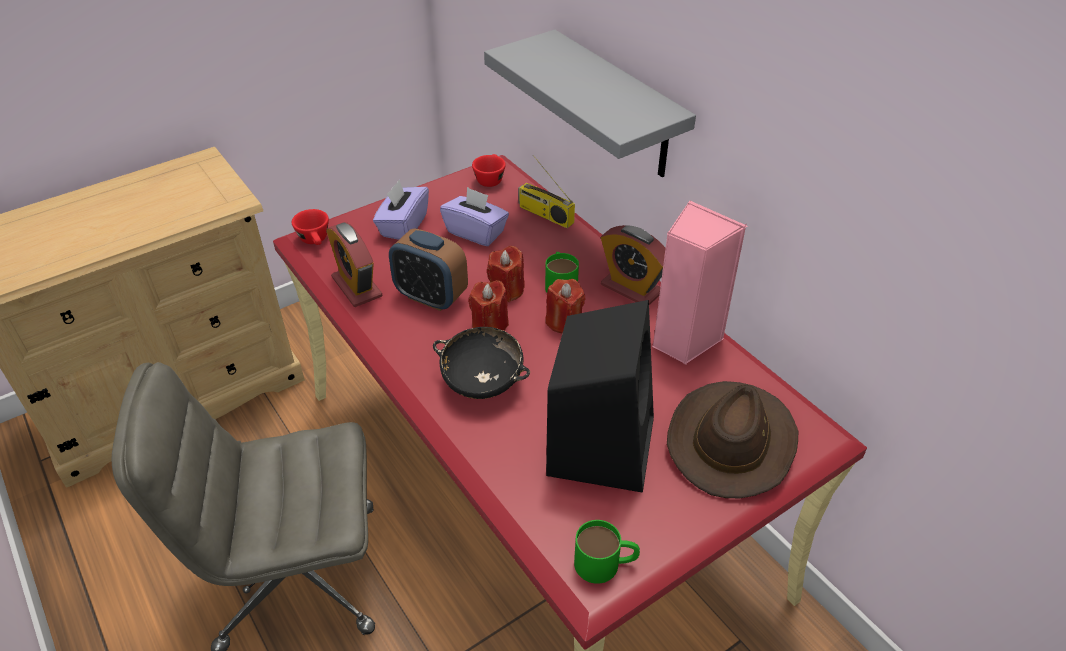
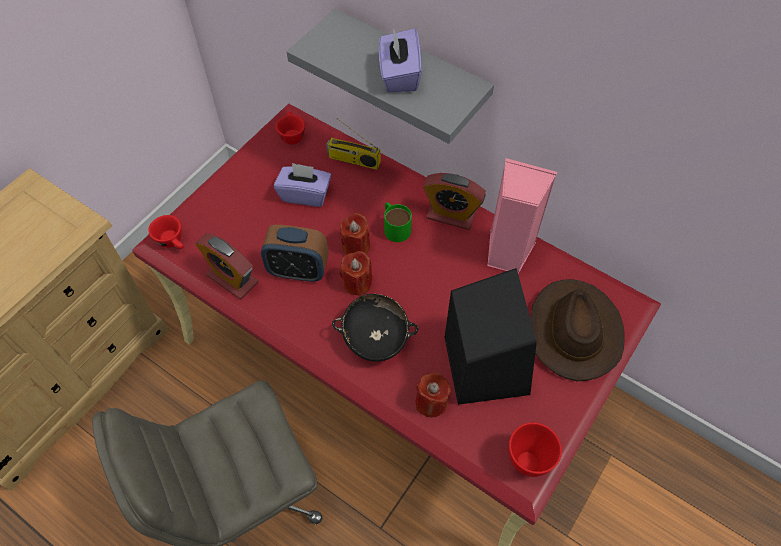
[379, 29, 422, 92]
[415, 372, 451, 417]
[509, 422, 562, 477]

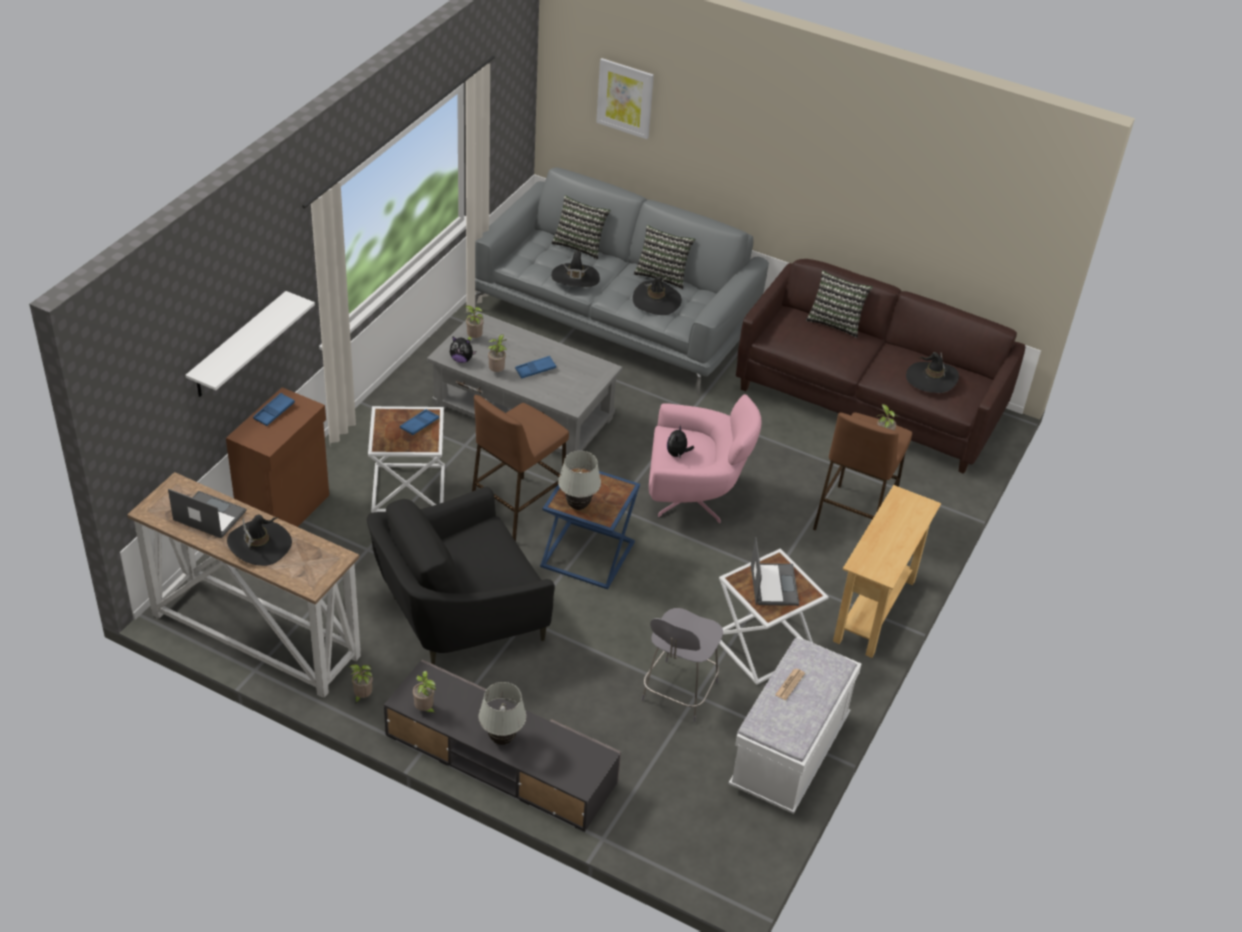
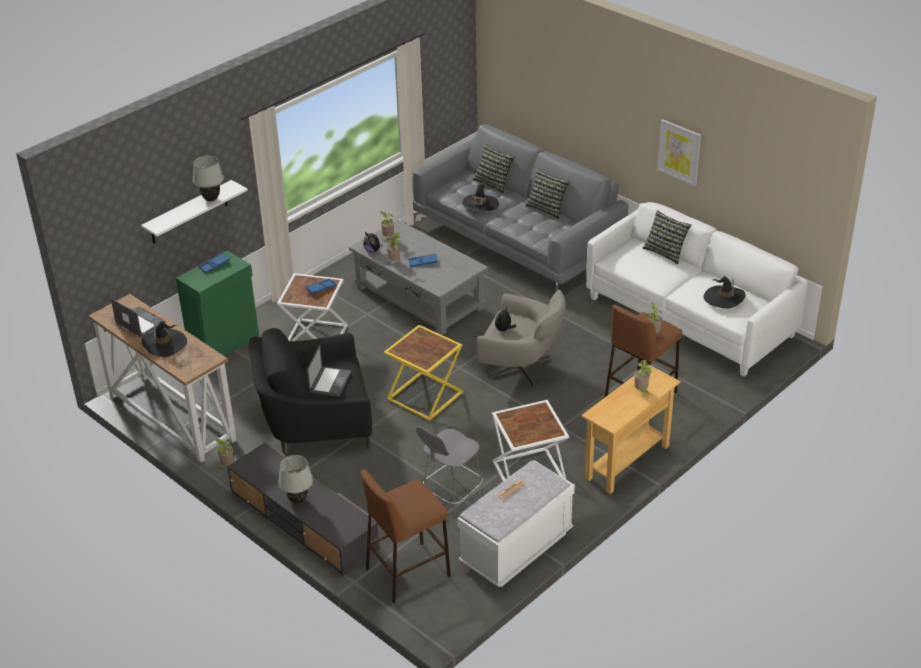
[657, 119, 701, 186]
[586, 202, 809, 377]
[633, 276, 682, 315] (first image)
[176, 250, 259, 356]
[477, 290, 566, 388]
[361, 469, 451, 604]
[193, 156, 224, 202]
[384, 325, 463, 421]
[307, 345, 351, 397]
[634, 360, 651, 395]

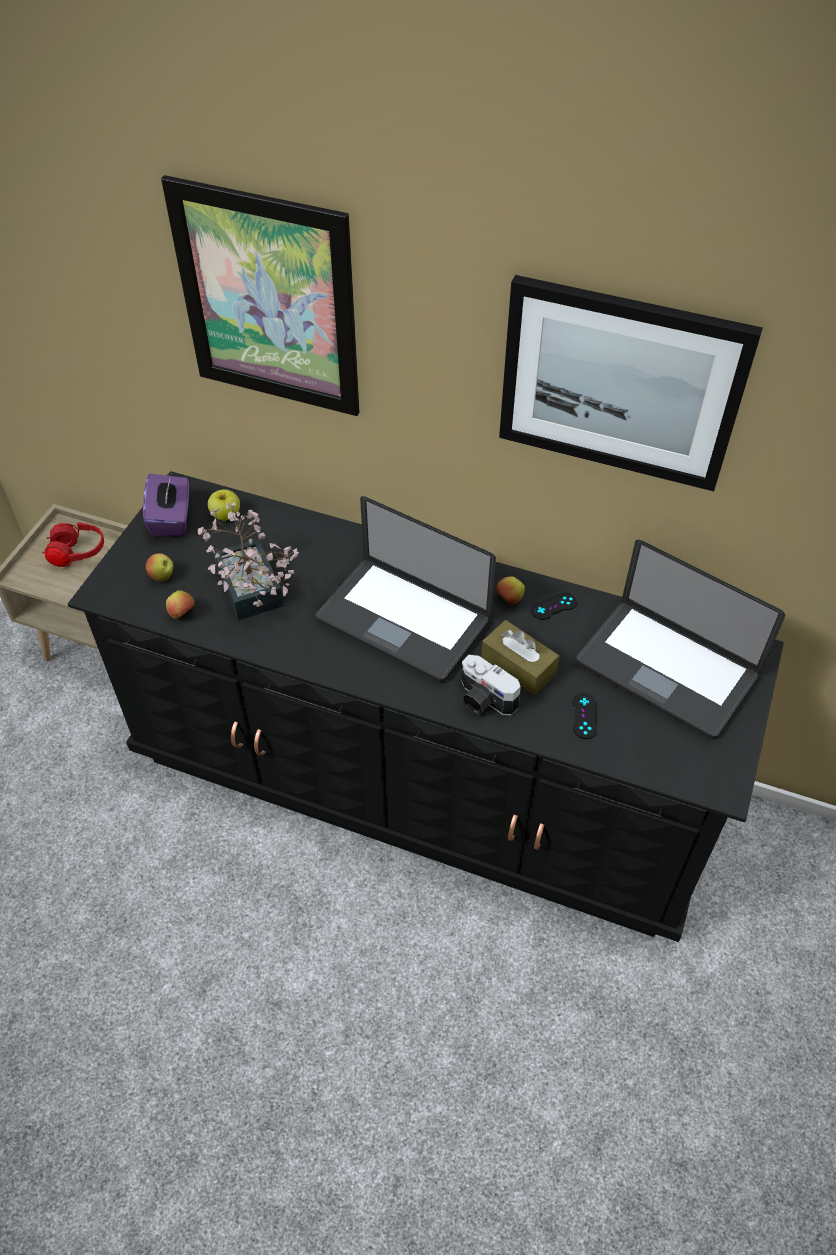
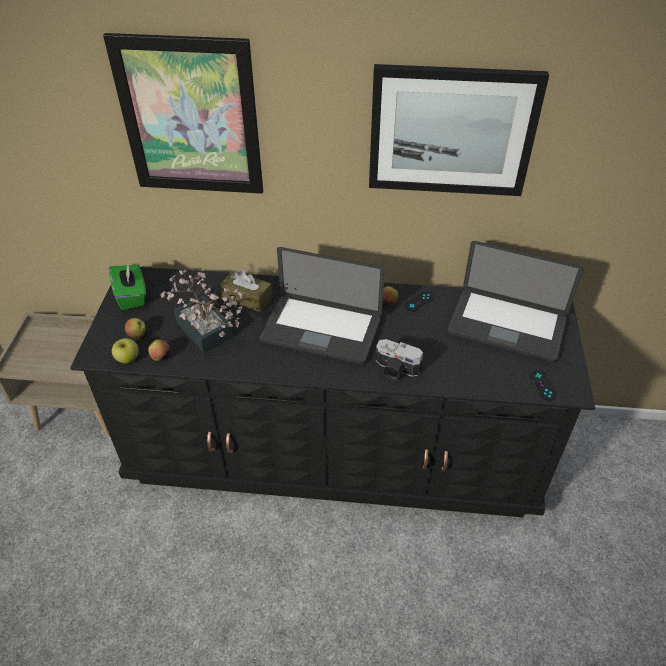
[109, 265, 146, 310]
[112, 338, 139, 363]
[42, 522, 104, 567] (first image)
[220, 270, 273, 313]
[530, 370, 557, 401]

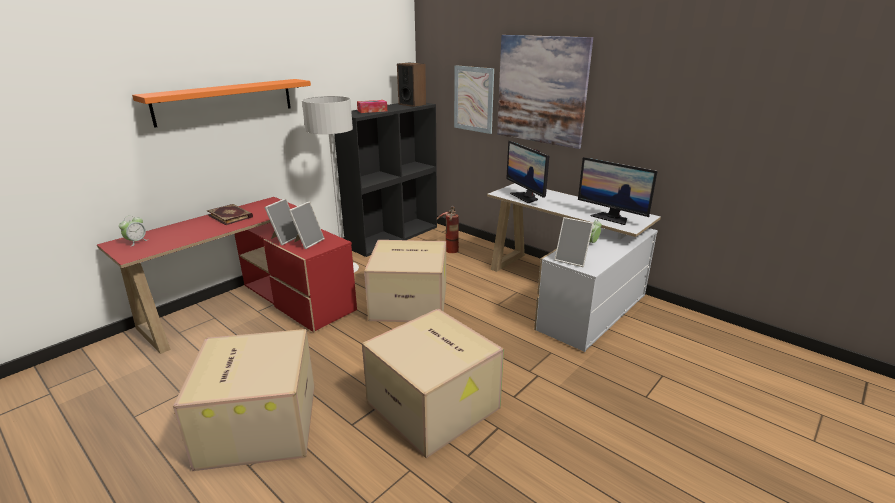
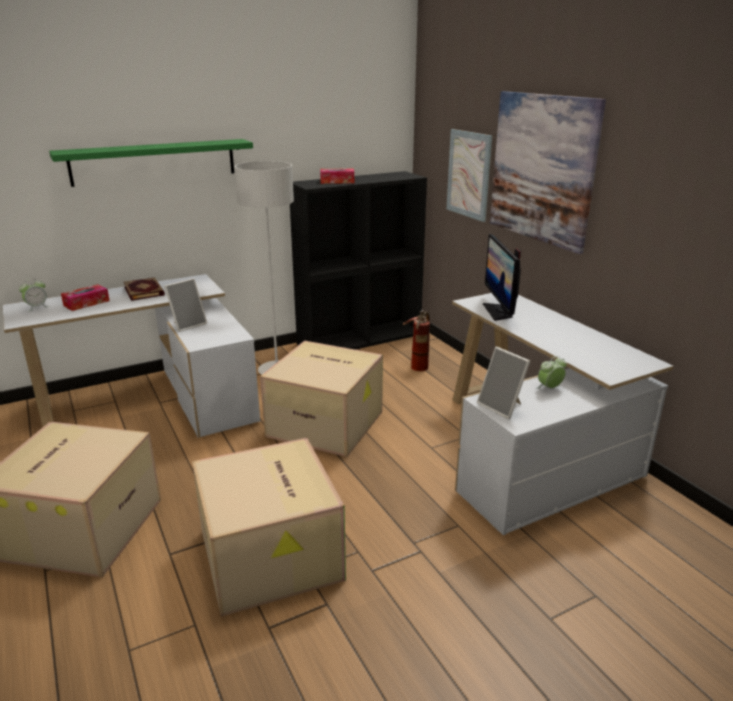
[397, 63, 426, 107] (first image)
[49, 139, 253, 187]
[578, 157, 658, 225] (first image)
[3, 274, 260, 438]
[288, 201, 325, 249] (first image)
[61, 284, 110, 311]

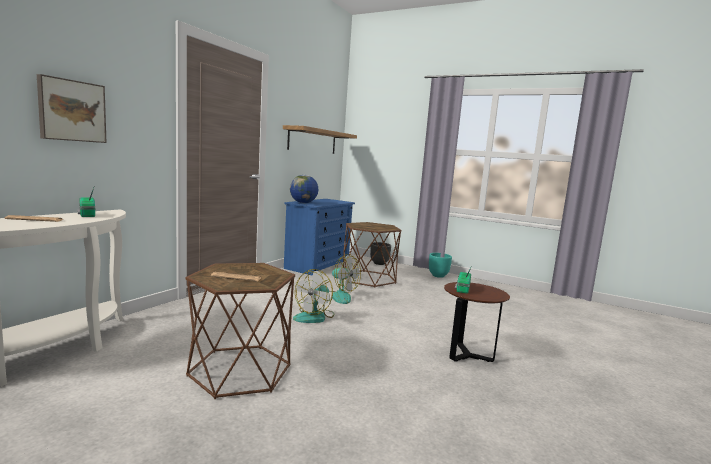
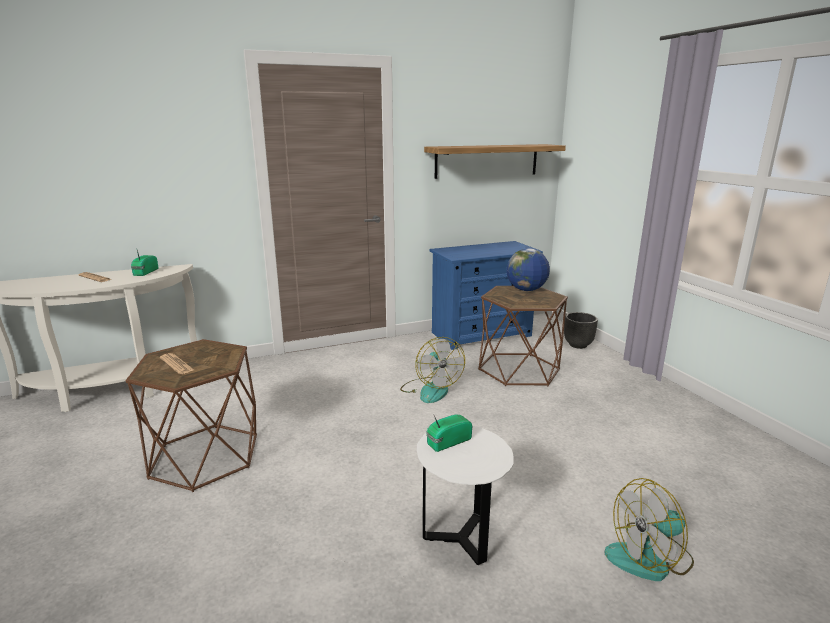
[37, 74, 107, 143] (first image)
[506, 248, 550, 291]
[429, 253, 452, 278] (first image)
[604, 478, 694, 581]
[417, 426, 514, 565]

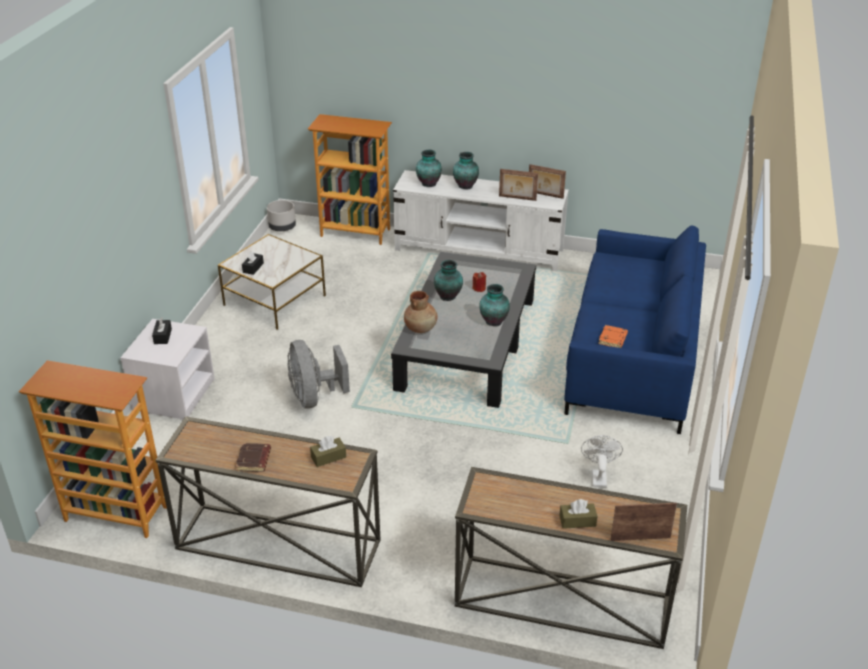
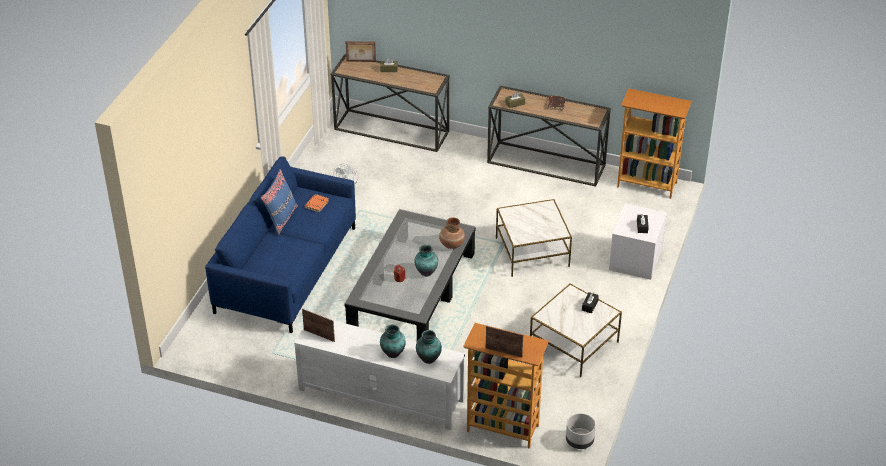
[486, 326, 523, 357]
[479, 284, 510, 326] (first image)
[496, 199, 572, 277]
[260, 169, 298, 235]

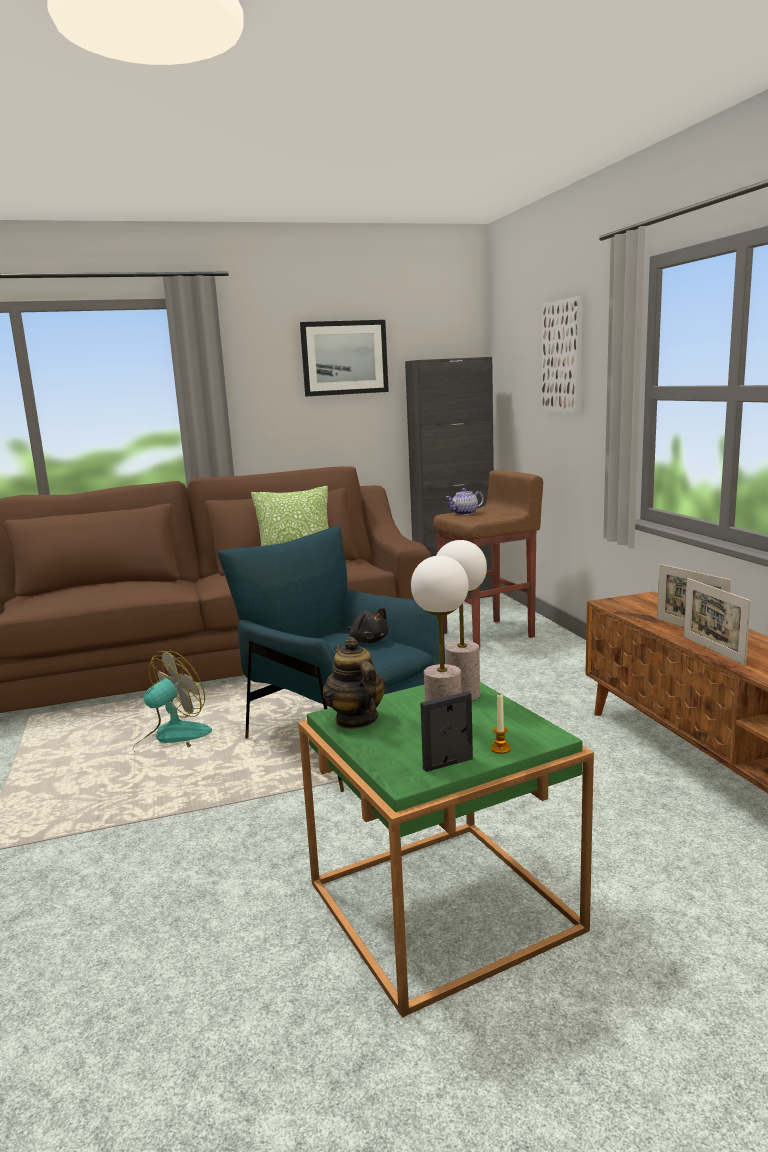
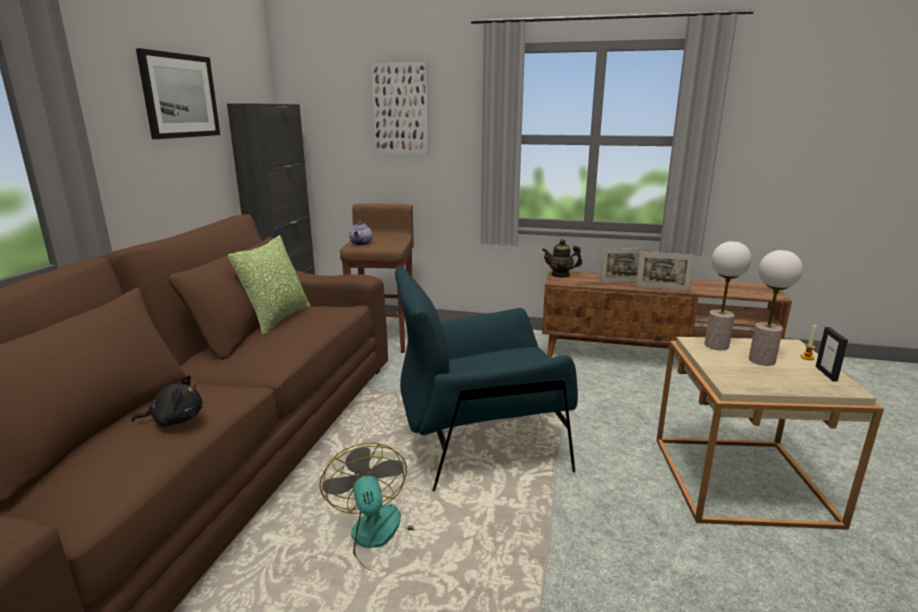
[132, 375, 203, 427]
[542, 239, 582, 278]
[656, 337, 884, 530]

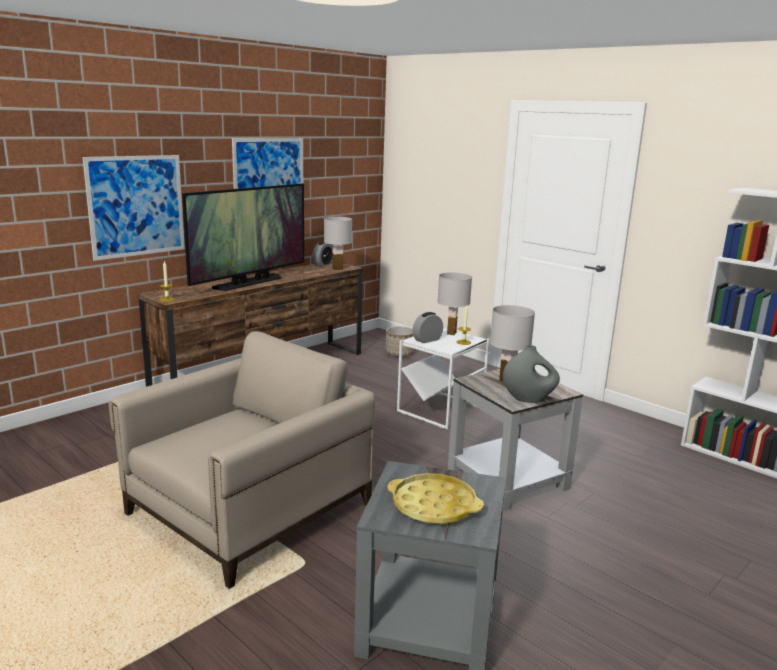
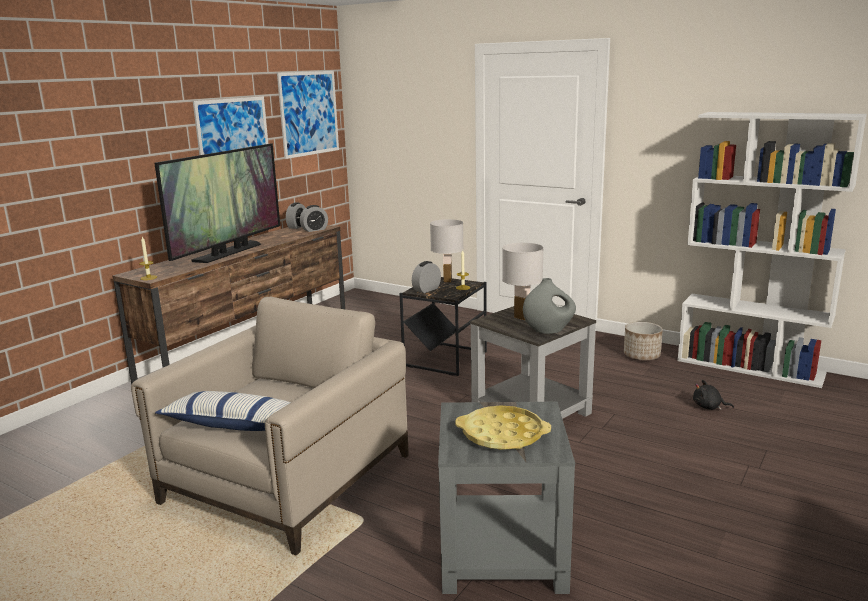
[277, 71, 339, 159]
[300, 205, 328, 232]
[624, 322, 663, 360]
[399, 277, 487, 376]
[693, 380, 734, 410]
[155, 391, 291, 431]

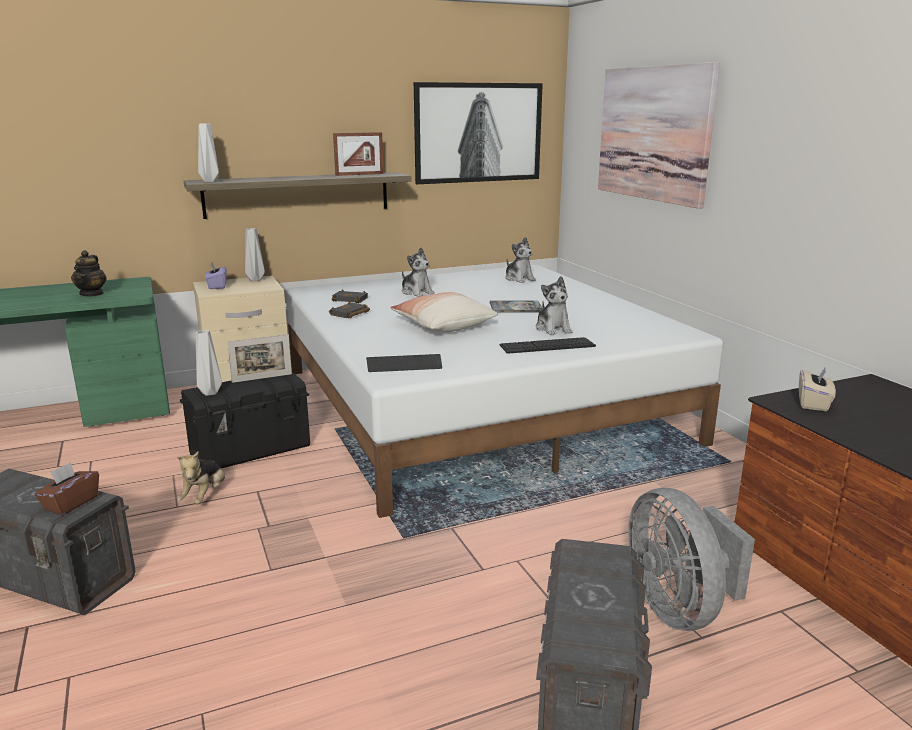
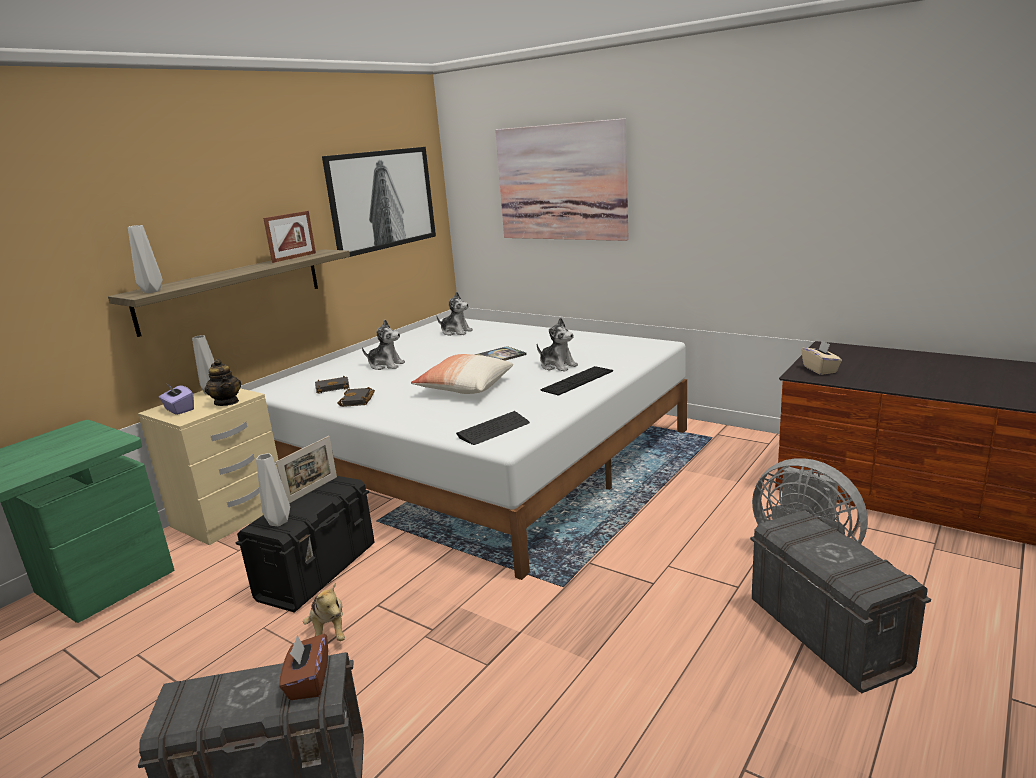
[205, 359, 241, 406]

